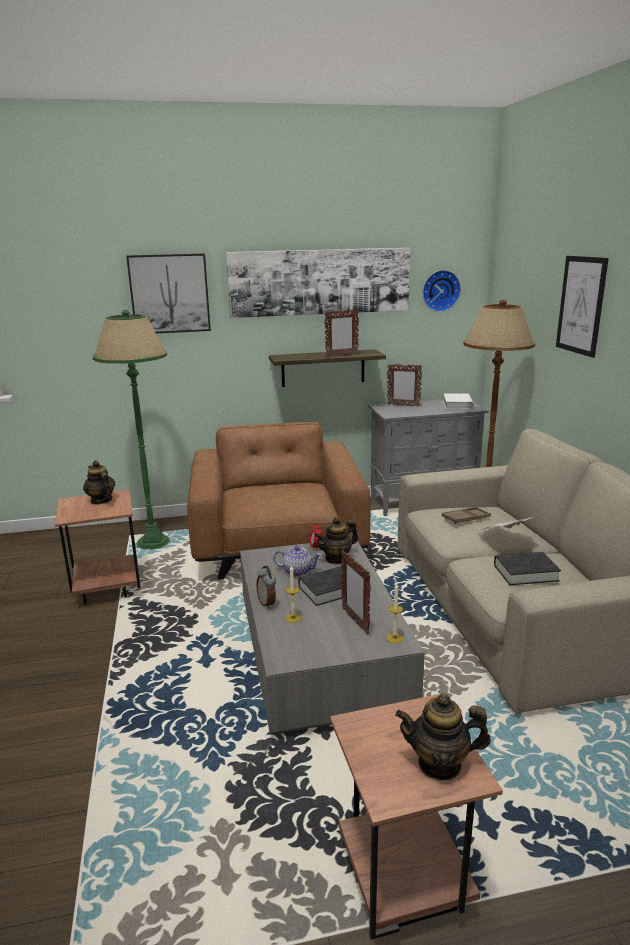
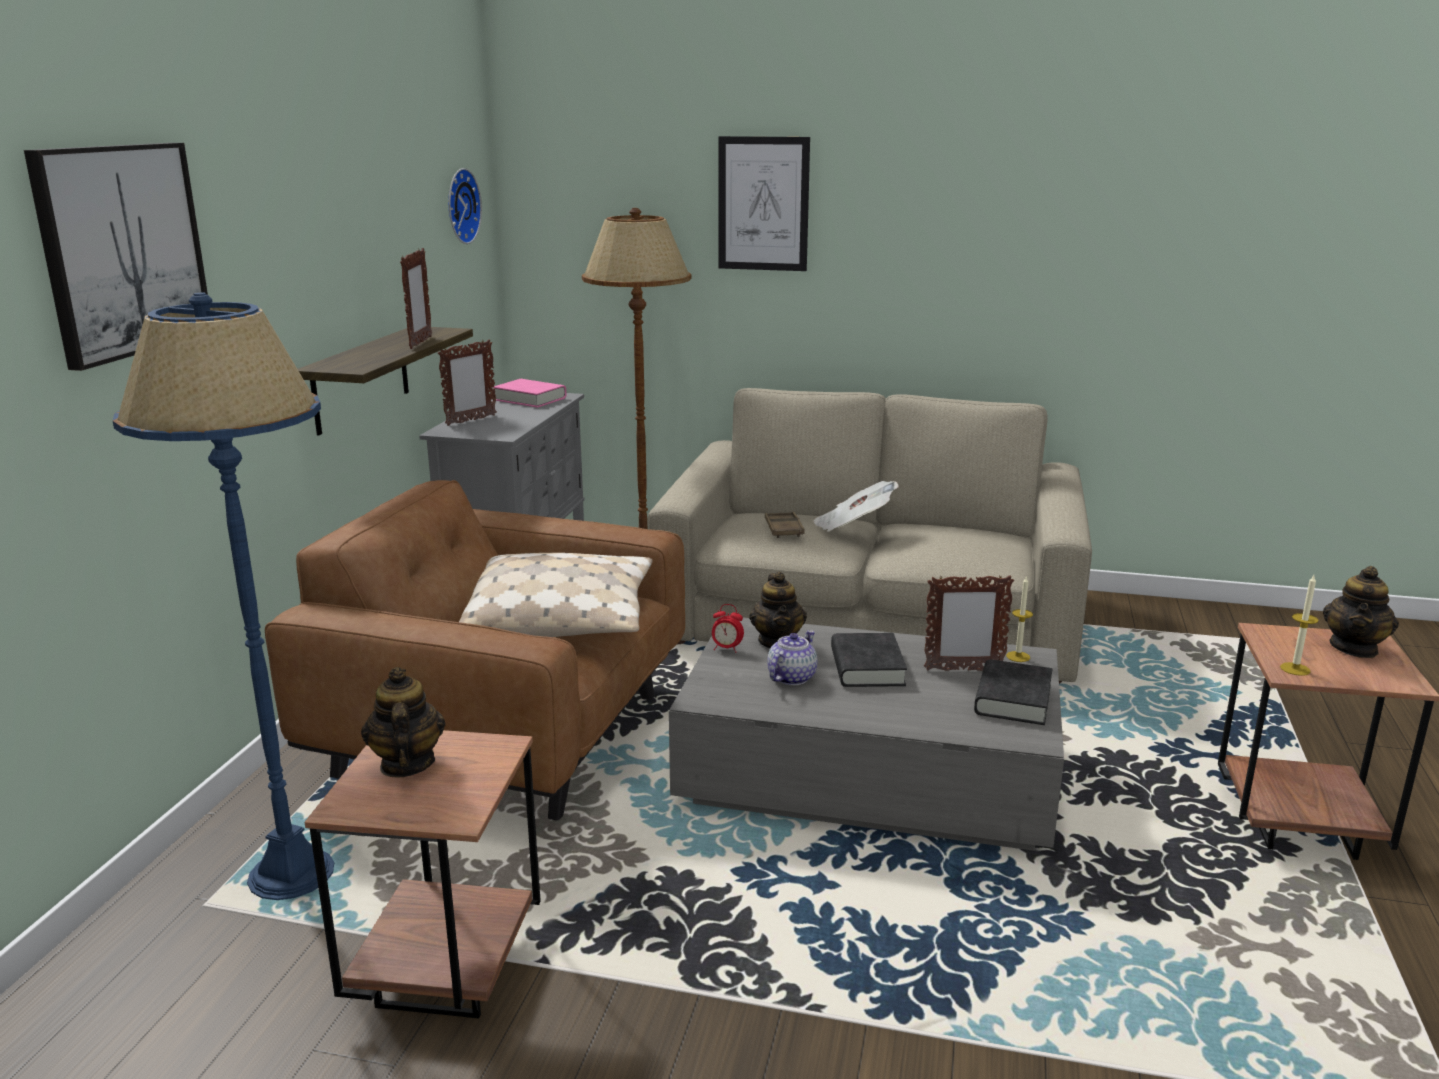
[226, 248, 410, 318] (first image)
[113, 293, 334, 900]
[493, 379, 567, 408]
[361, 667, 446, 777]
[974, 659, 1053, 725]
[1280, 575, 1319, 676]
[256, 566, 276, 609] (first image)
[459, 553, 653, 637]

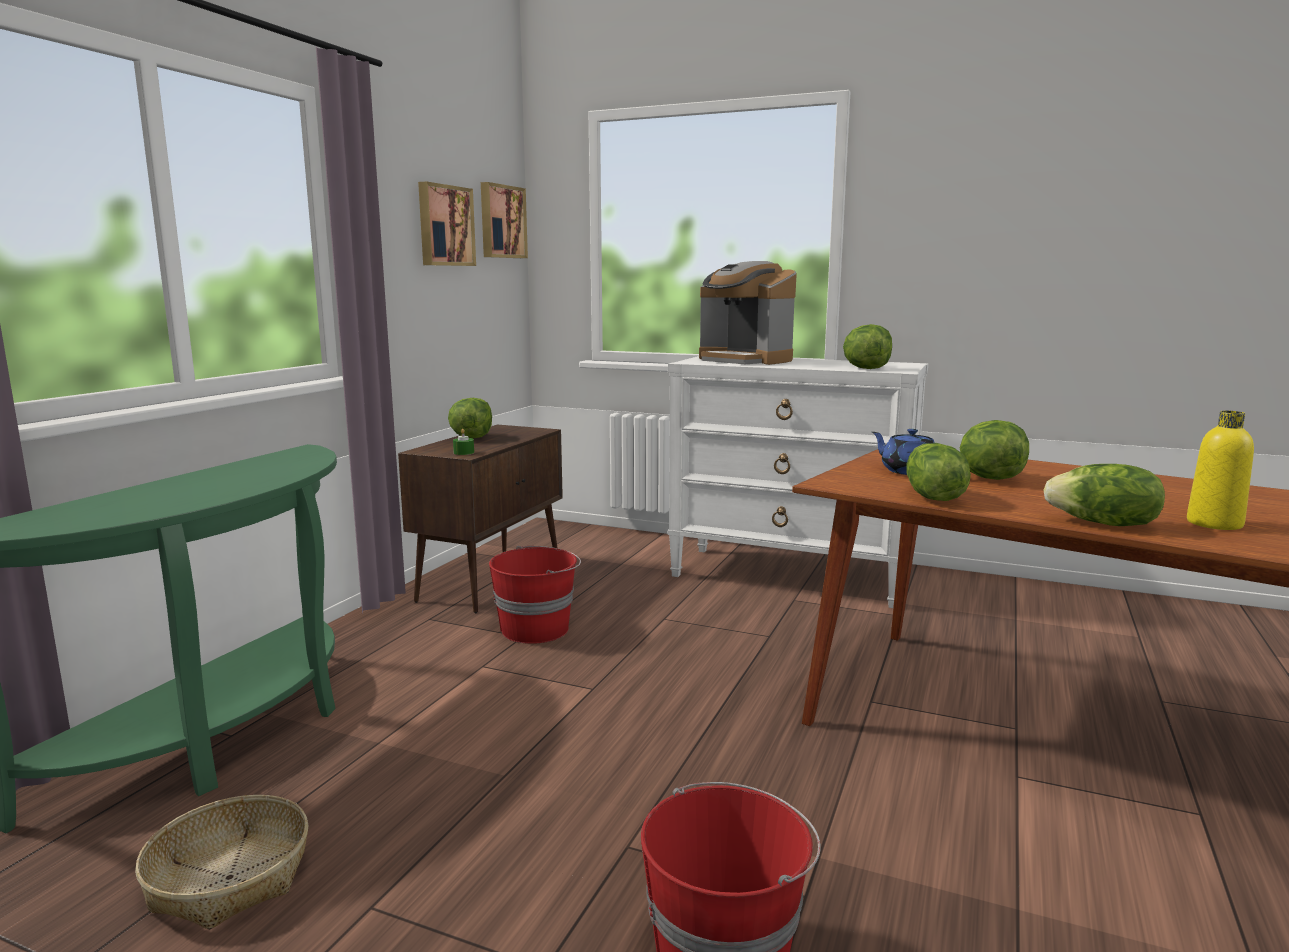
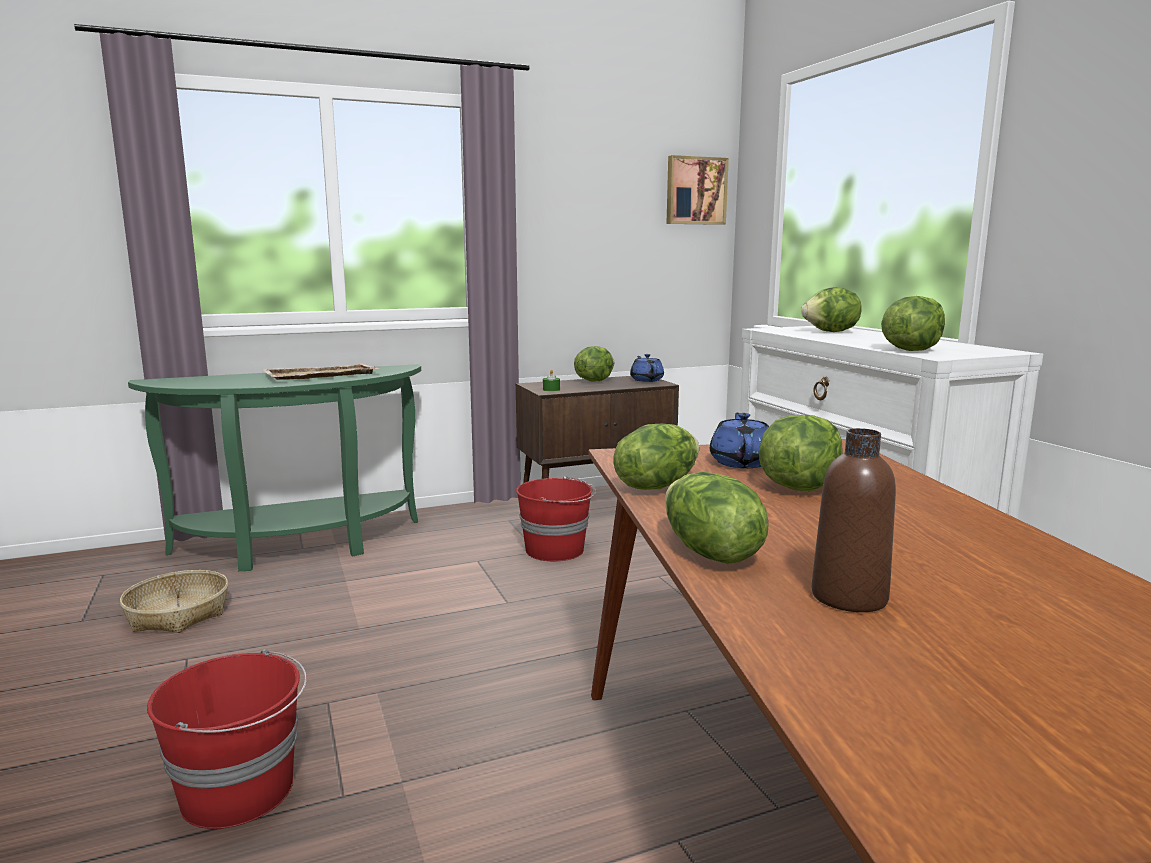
[418, 181, 476, 266] (first image)
[801, 287, 861, 332]
[812, 428, 896, 612]
[630, 354, 664, 382]
[262, 364, 379, 380]

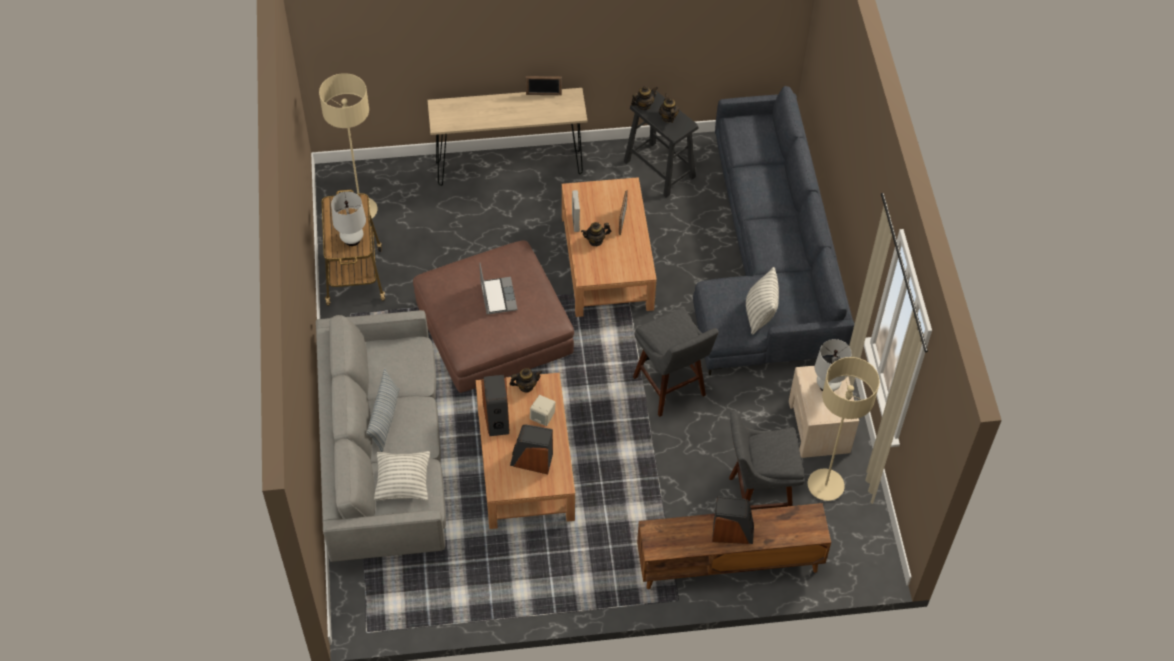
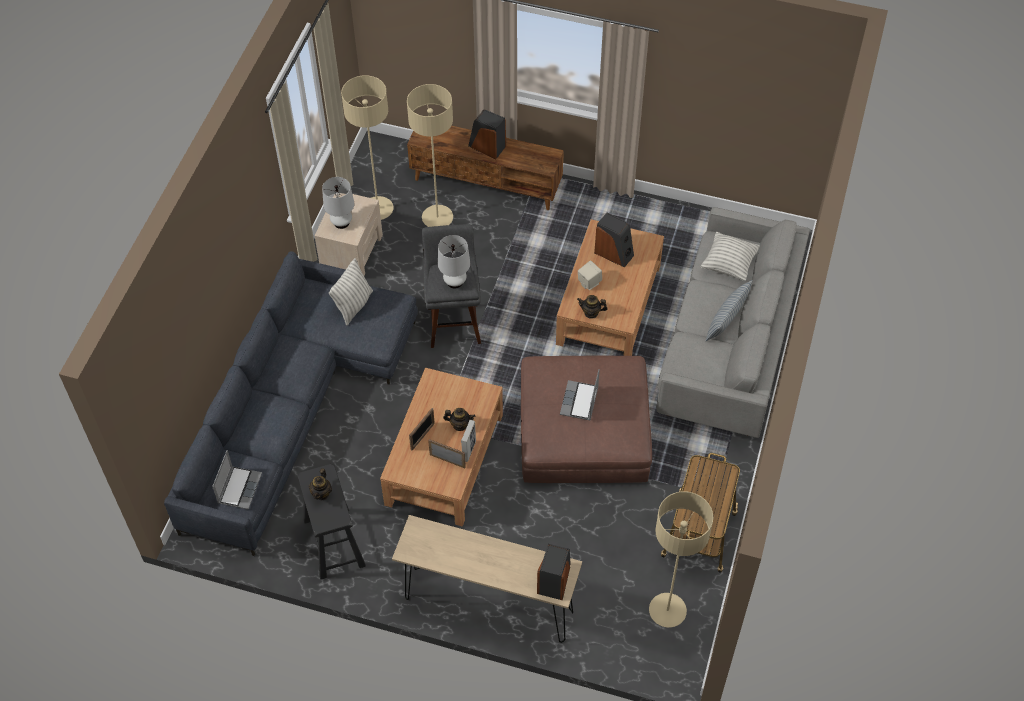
[428, 439, 466, 468]
[631, 86, 658, 110] (first image)
[438, 235, 470, 289]
[537, 544, 571, 600]
[407, 84, 453, 227]
[212, 450, 262, 510]

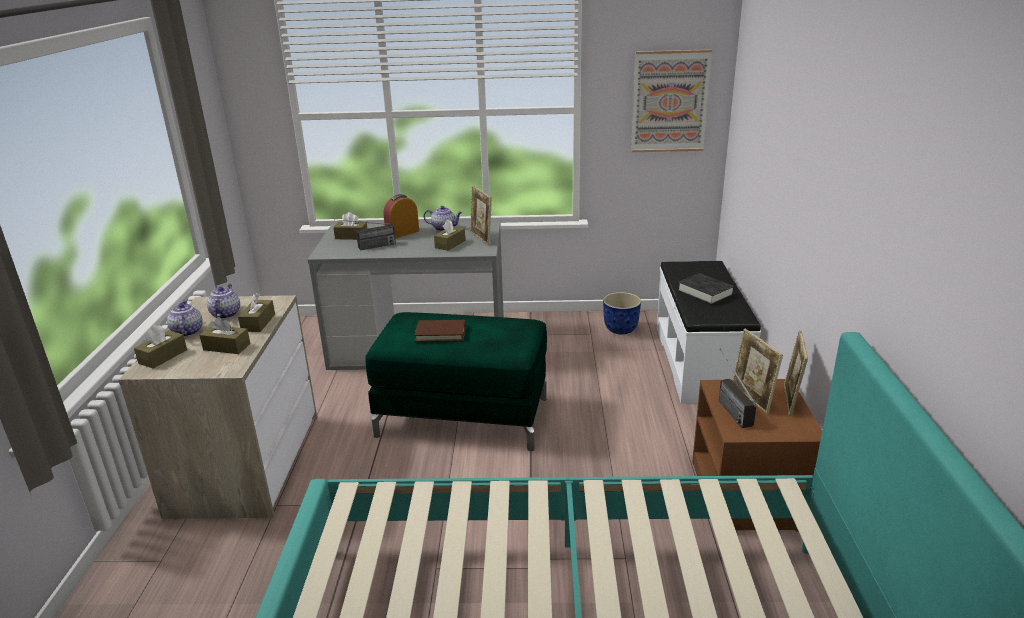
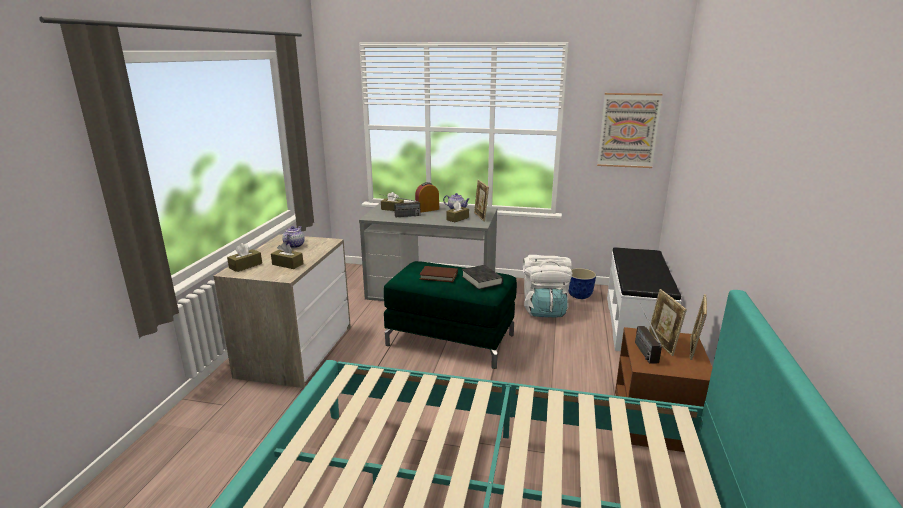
[462, 265, 503, 290]
[238, 293, 275, 332] (first image)
[167, 300, 203, 337] (first image)
[523, 255, 572, 318]

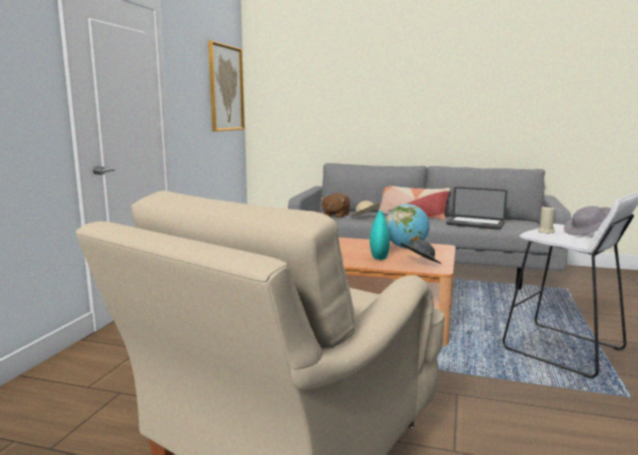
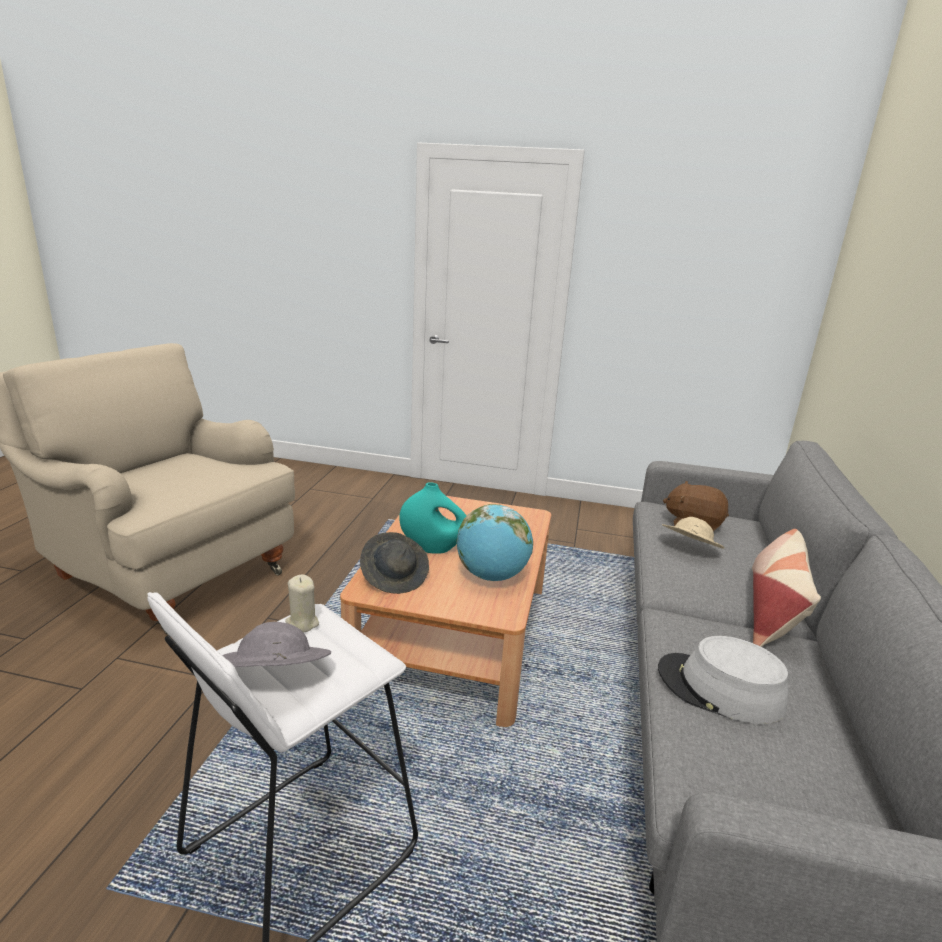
[208, 41, 245, 132] (first image)
[658, 636, 788, 724]

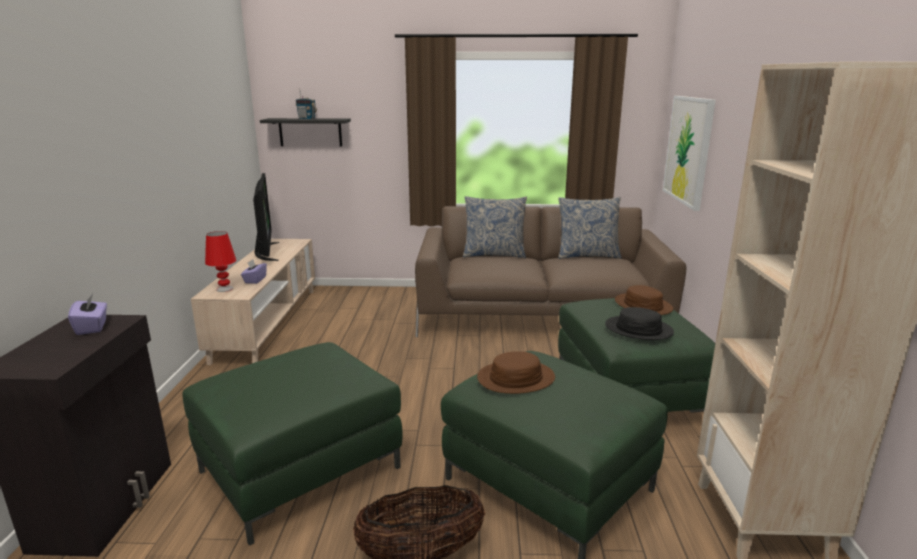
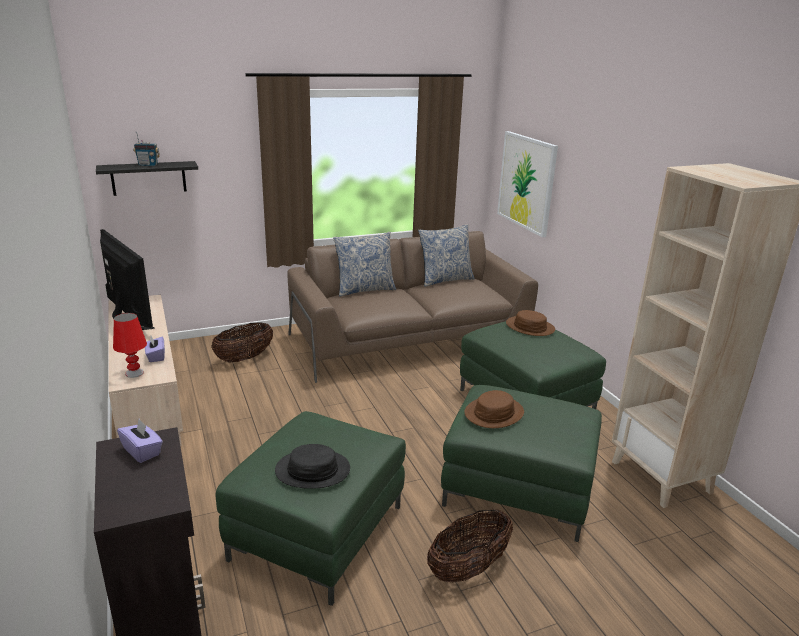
[275, 444, 350, 489]
[211, 322, 273, 363]

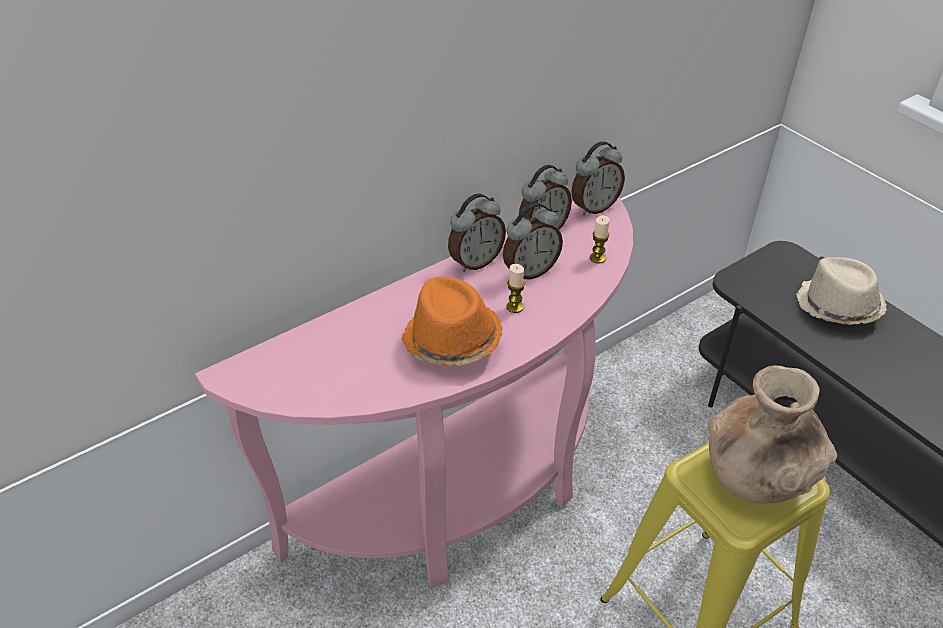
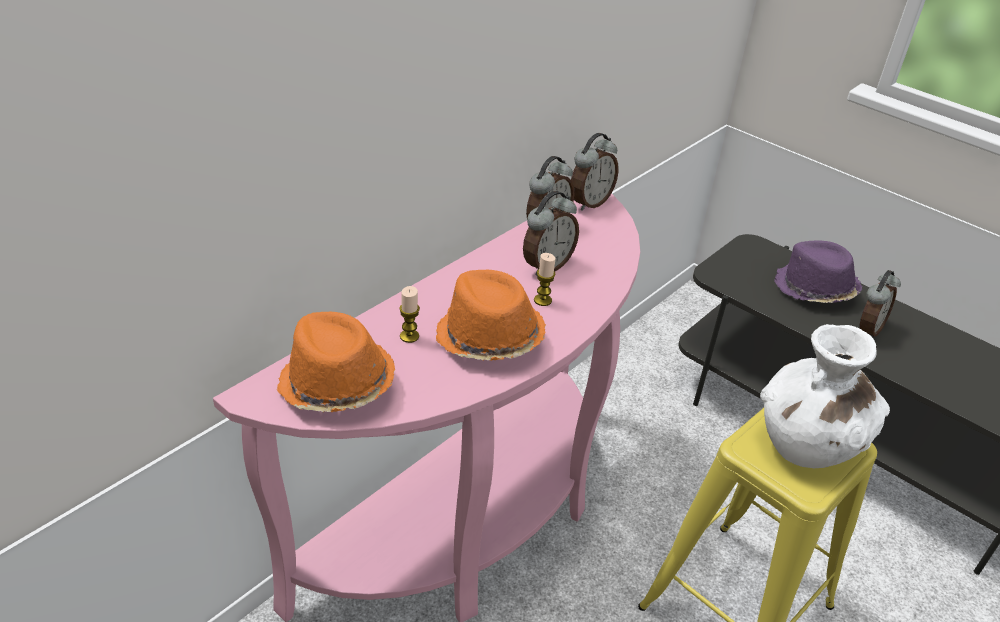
[859, 270, 901, 337]
[399, 286, 420, 343]
[774, 240, 862, 303]
[760, 324, 890, 468]
[276, 312, 395, 412]

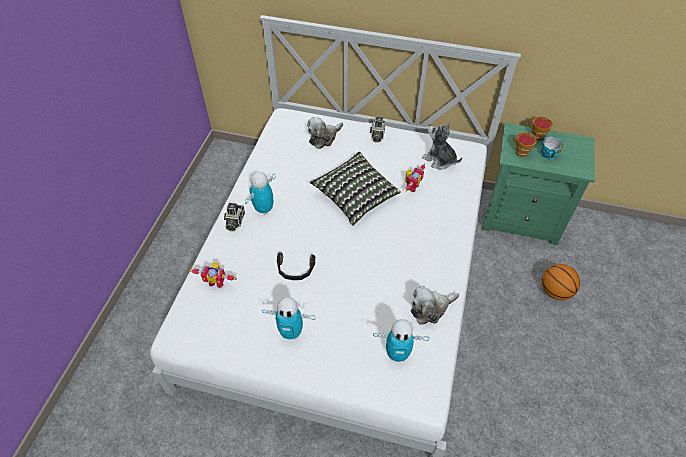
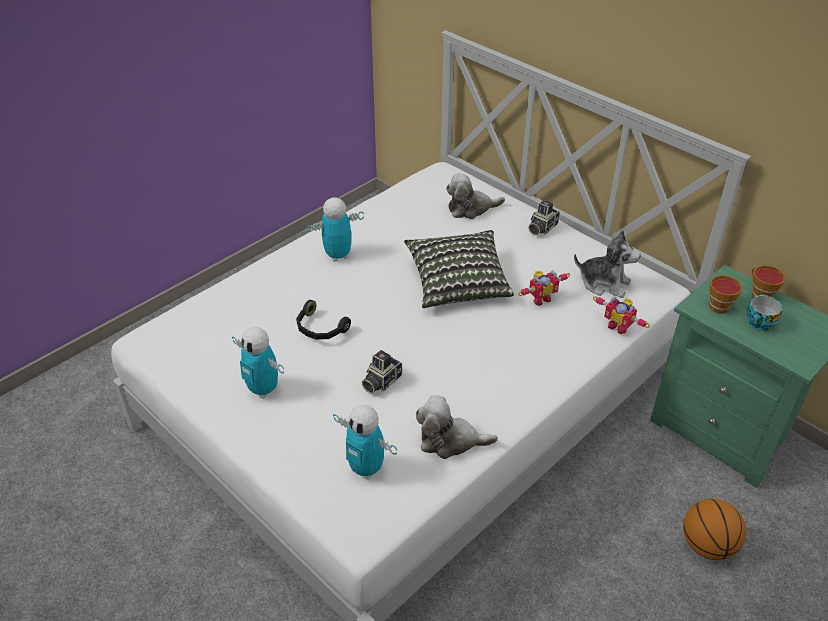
[574, 230, 641, 298]
[362, 350, 402, 394]
[593, 296, 650, 334]

